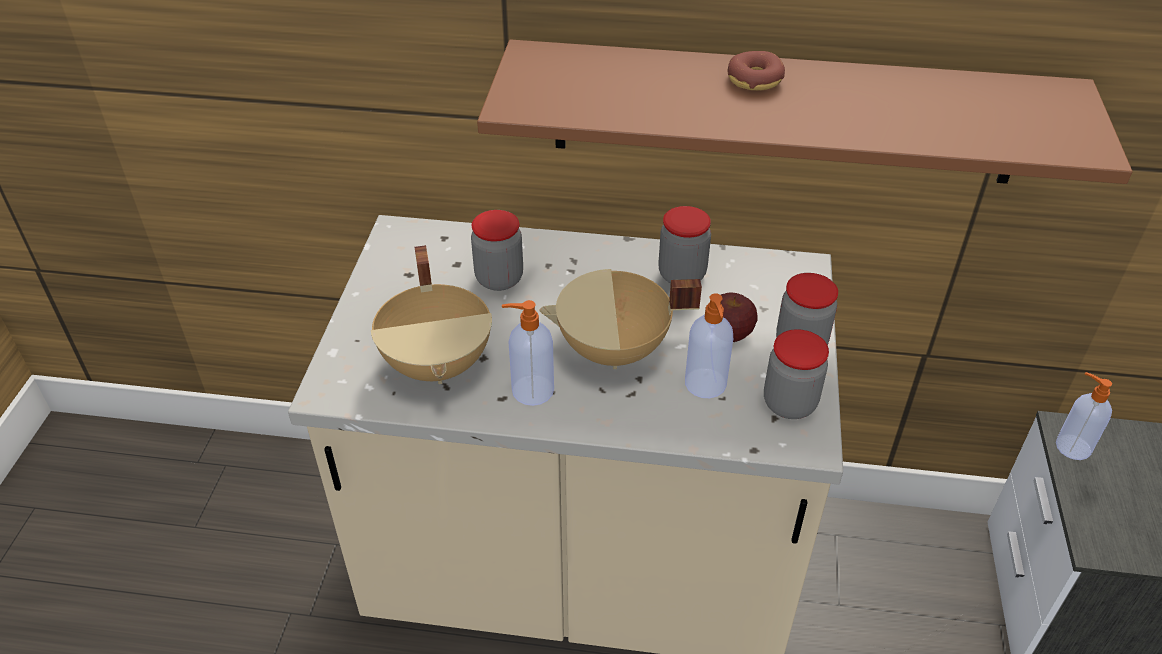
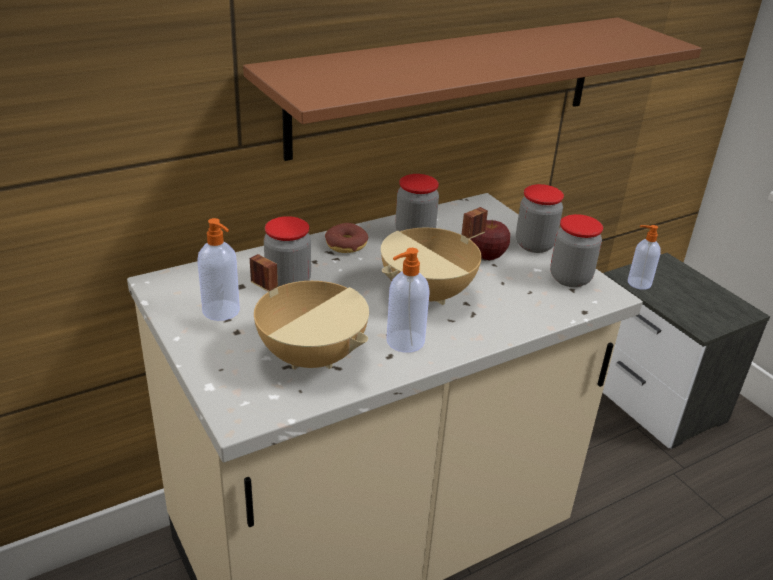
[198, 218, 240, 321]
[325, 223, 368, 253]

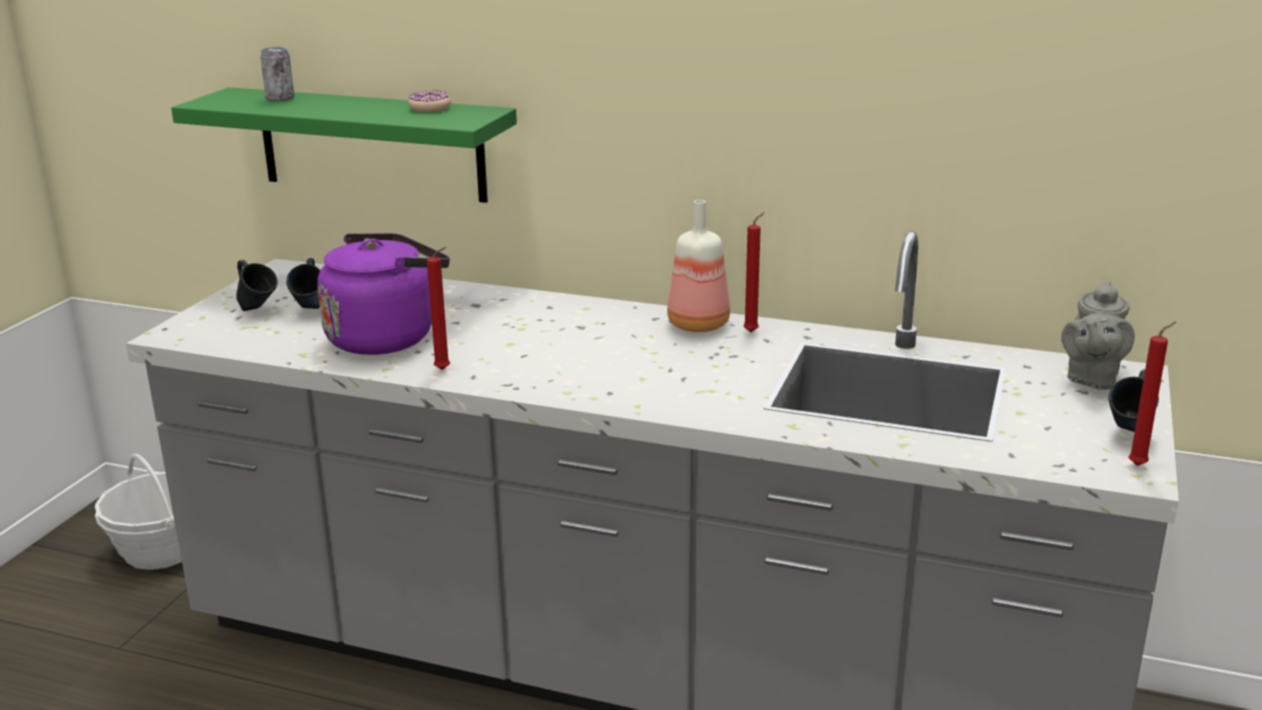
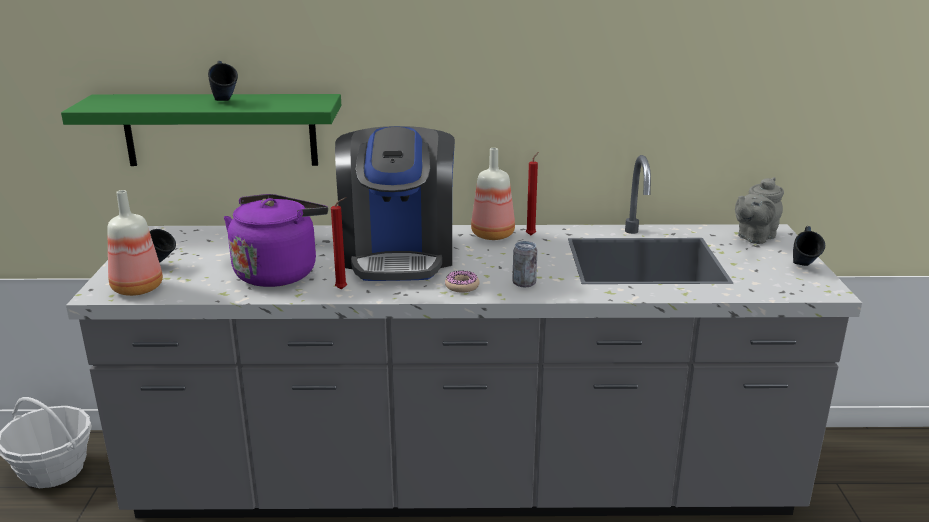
[1129, 322, 1176, 466] (first image)
[107, 190, 163, 296]
[335, 126, 455, 281]
[512, 241, 538, 287]
[208, 61, 238, 101]
[445, 270, 480, 292]
[735, 177, 784, 244]

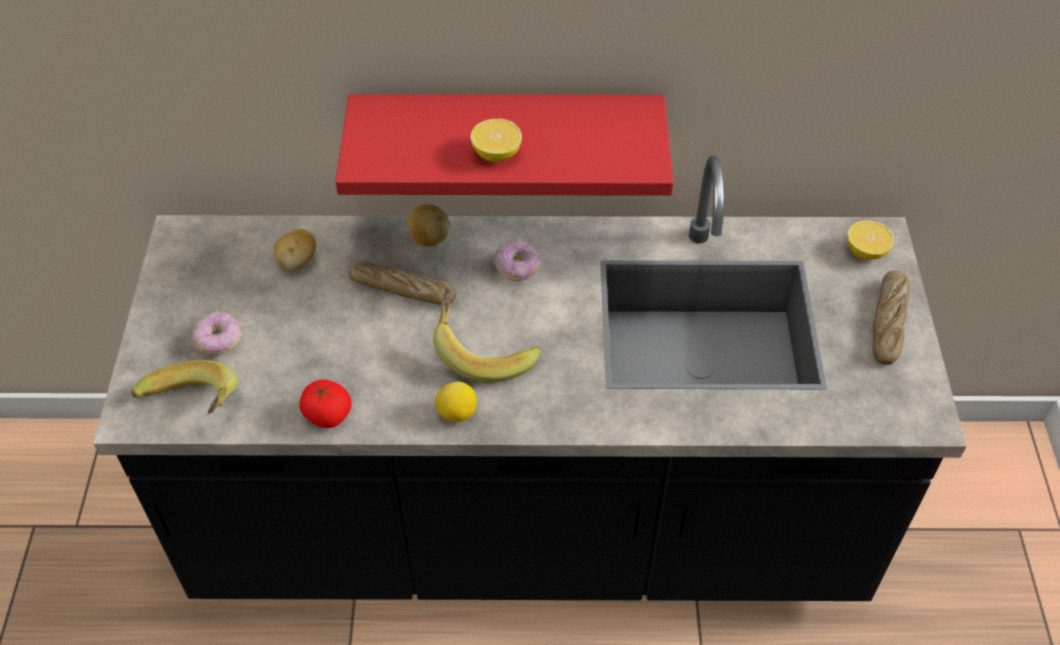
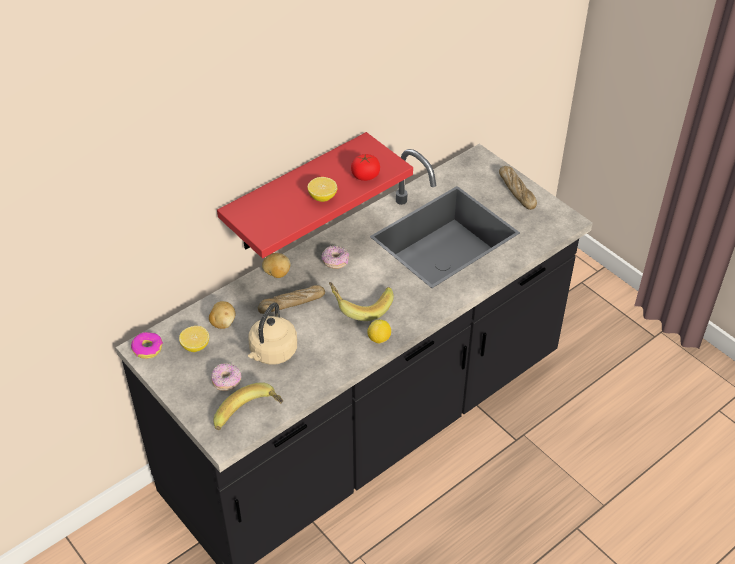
[131, 332, 163, 359]
[248, 303, 297, 365]
[351, 154, 380, 181]
[179, 326, 209, 352]

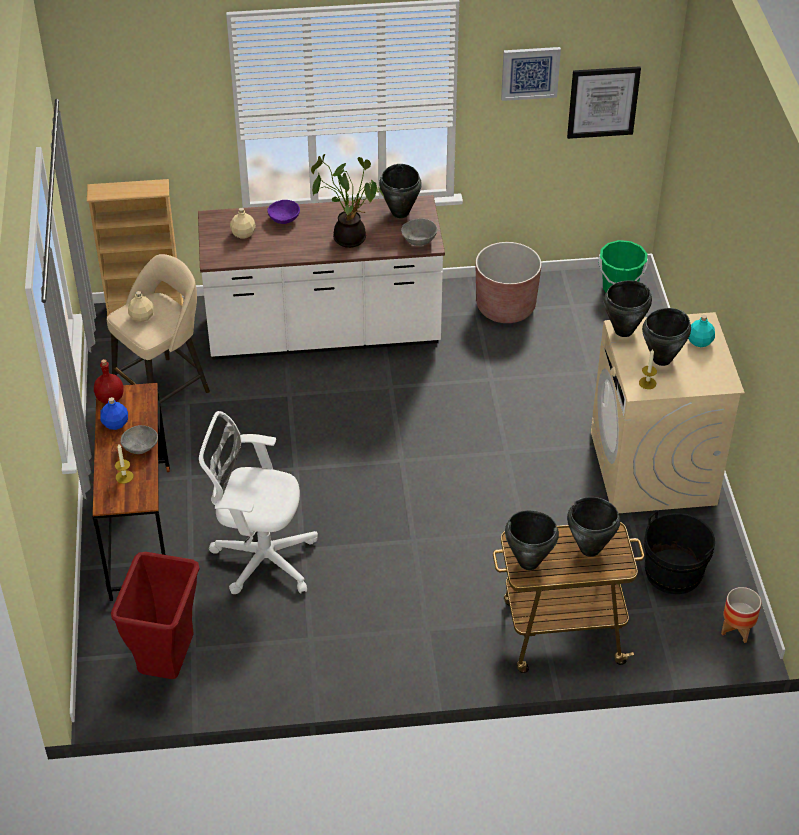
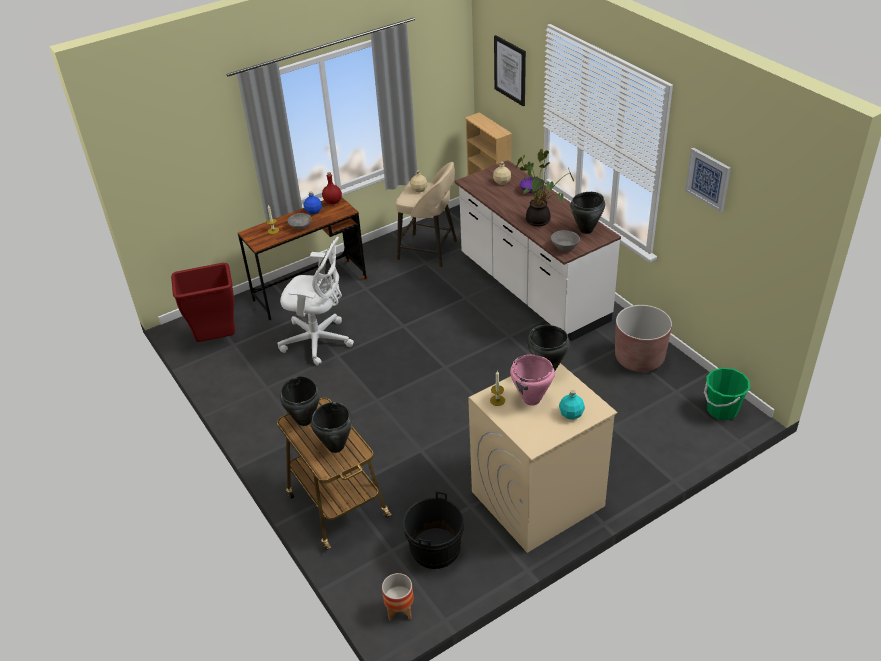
[494, 35, 526, 106]
[510, 355, 555, 406]
[278, 237, 354, 366]

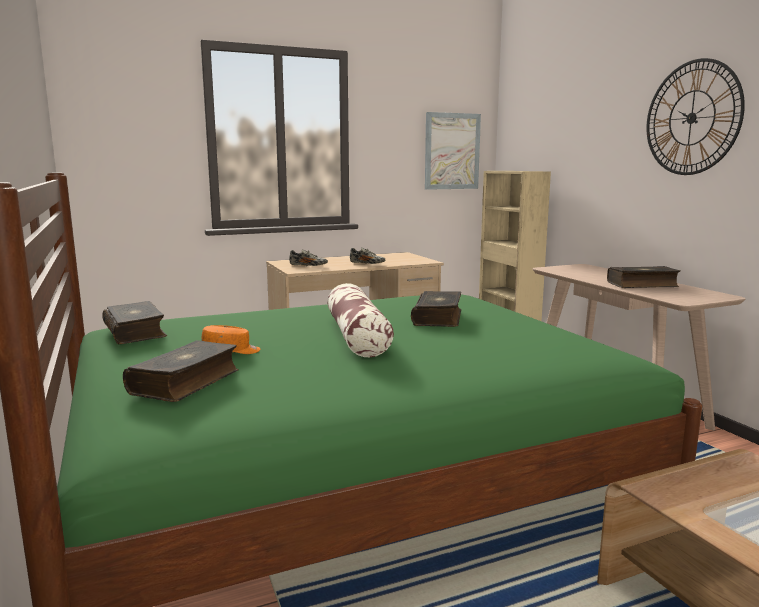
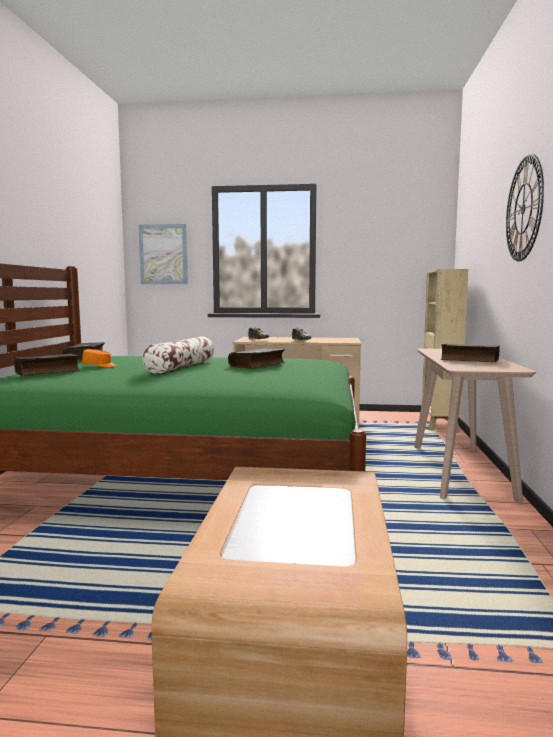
[139, 224, 188, 284]

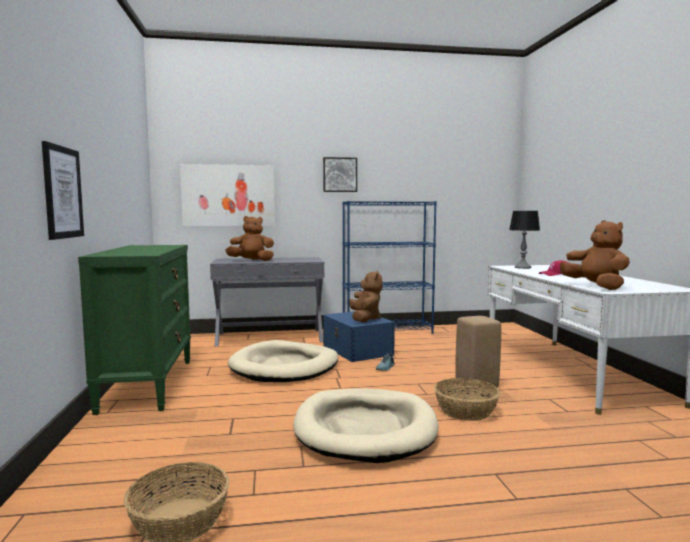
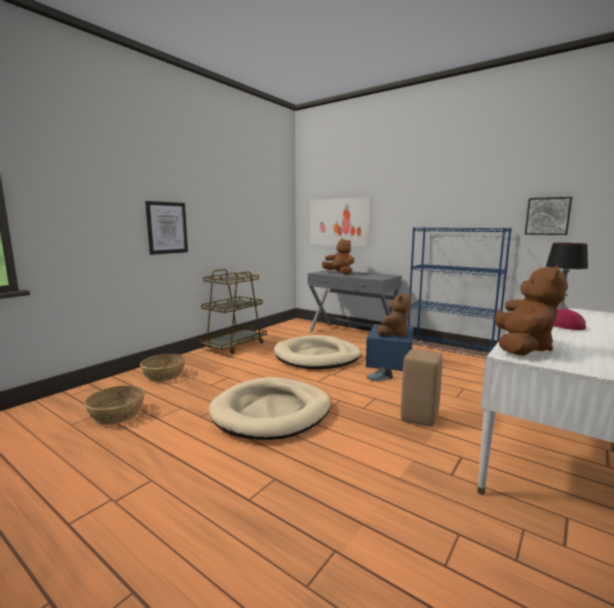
[525, 197, 572, 235]
[140, 354, 186, 382]
[199, 269, 267, 354]

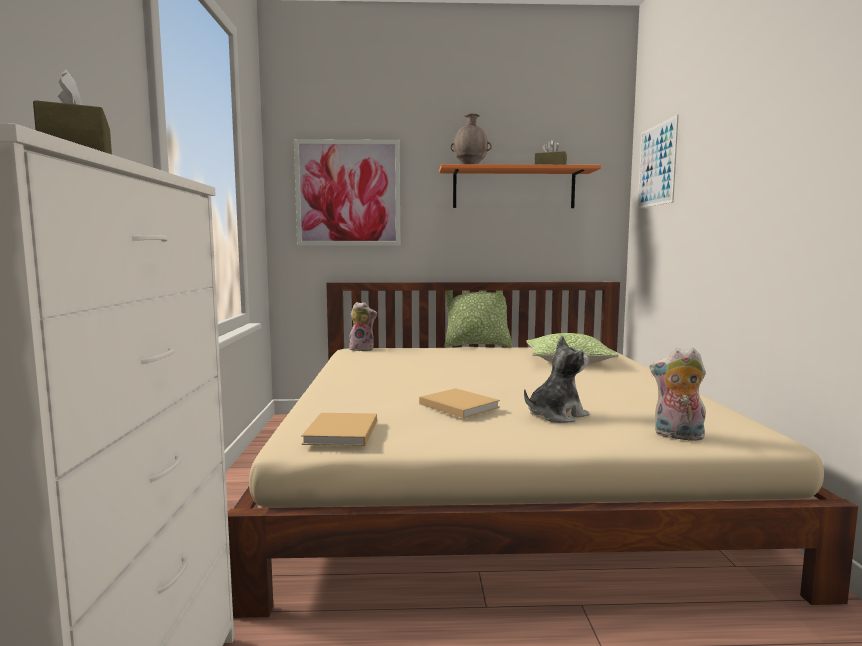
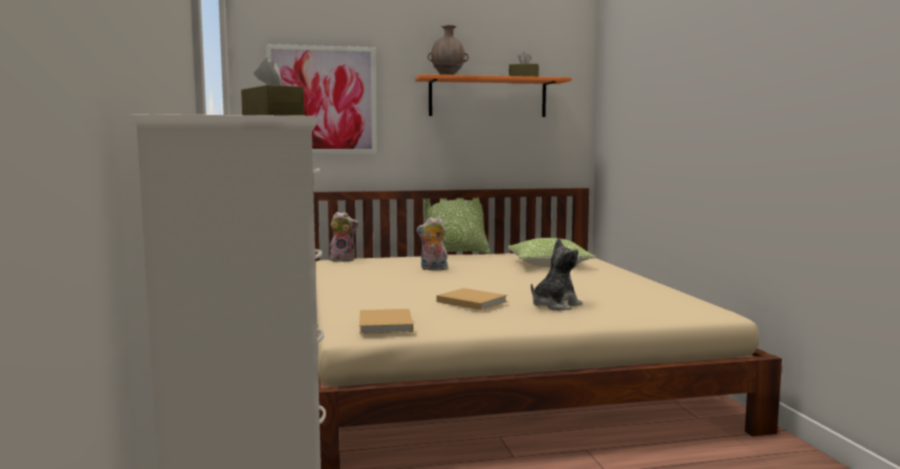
[638, 114, 679, 209] (first image)
[416, 217, 448, 271]

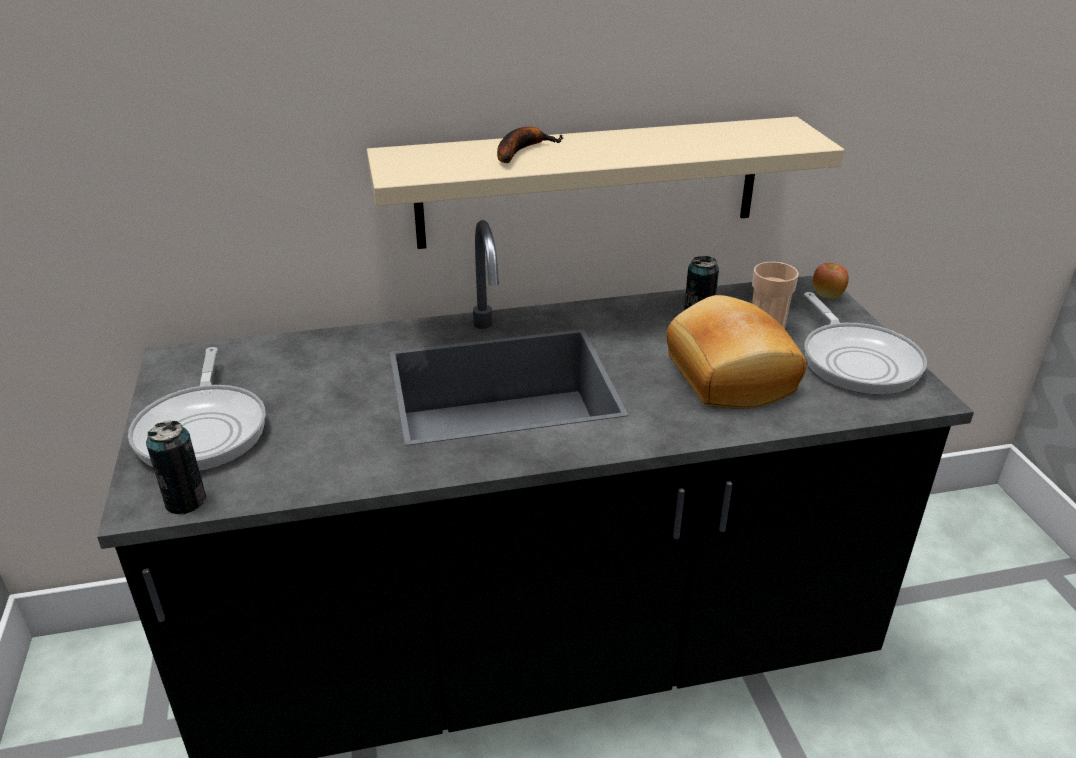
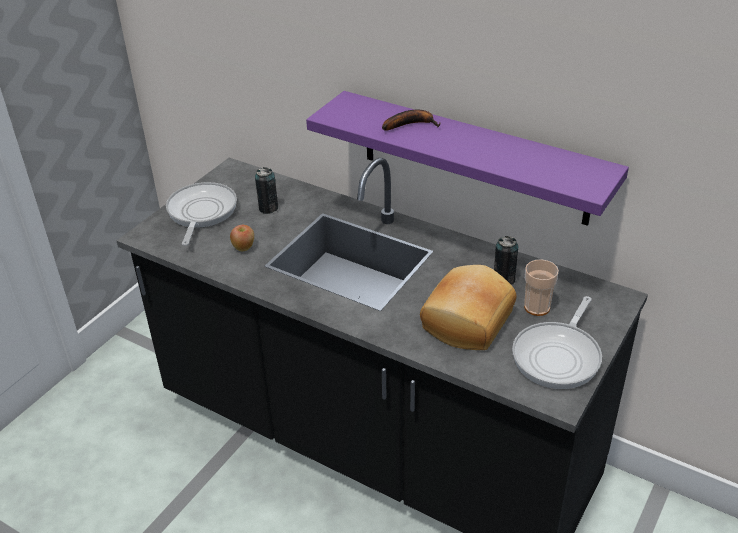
[255, 167, 278, 214]
[230, 225, 254, 251]
[306, 91, 629, 226]
[166, 182, 237, 246]

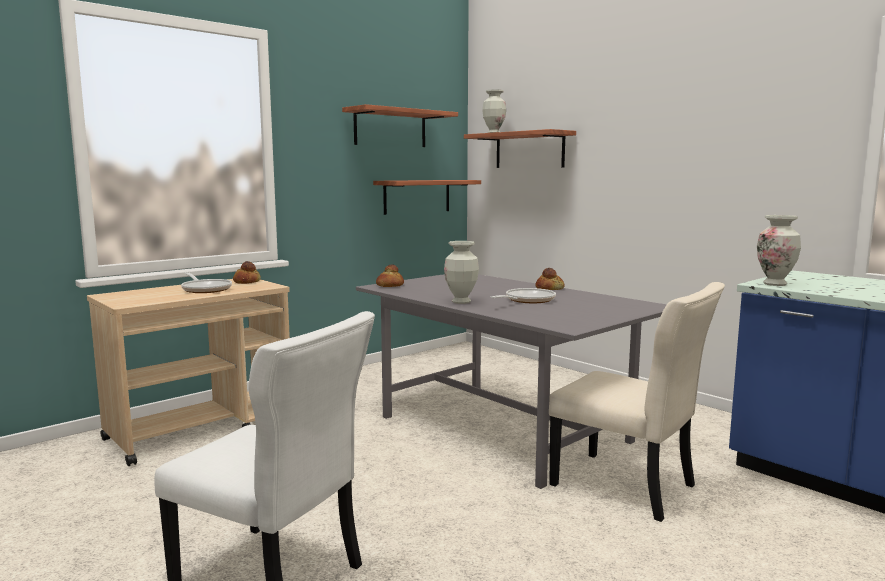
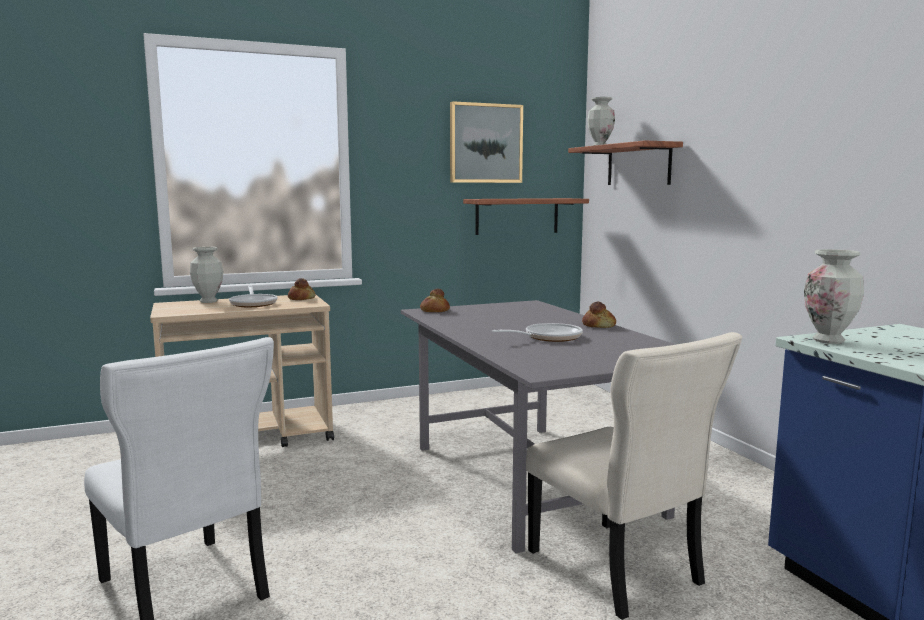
[190, 247, 223, 303]
[450, 101, 523, 183]

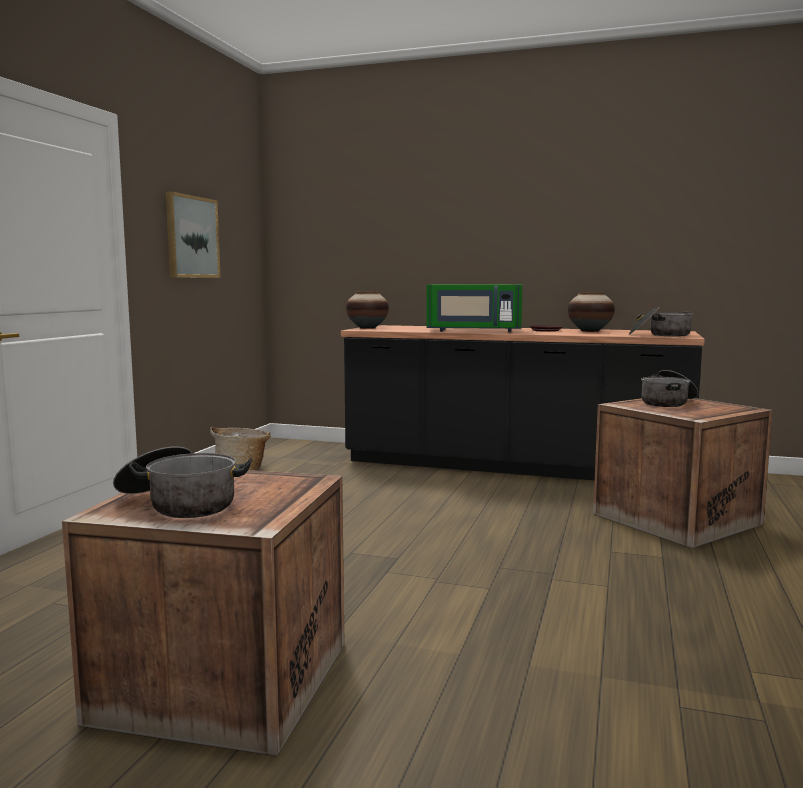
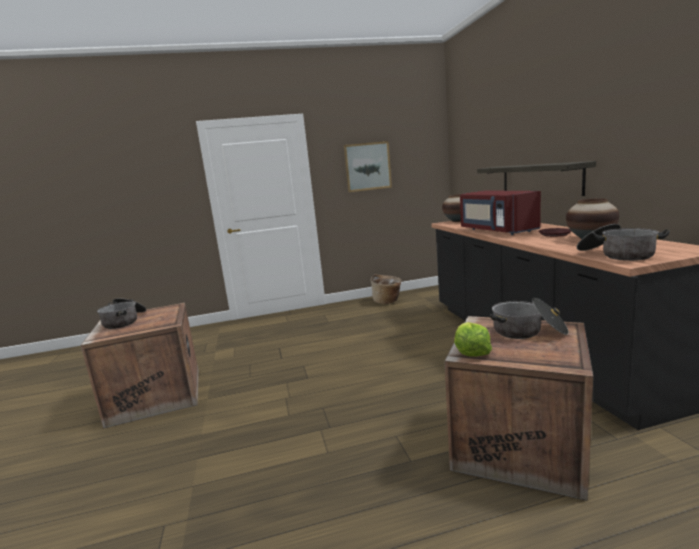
[454, 322, 492, 357]
[477, 161, 596, 196]
[460, 191, 541, 235]

